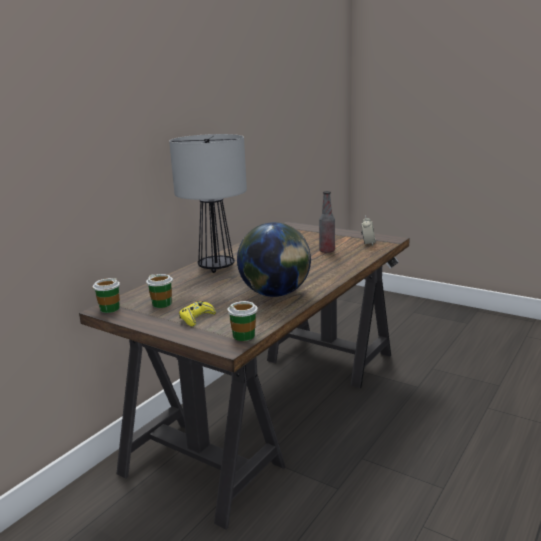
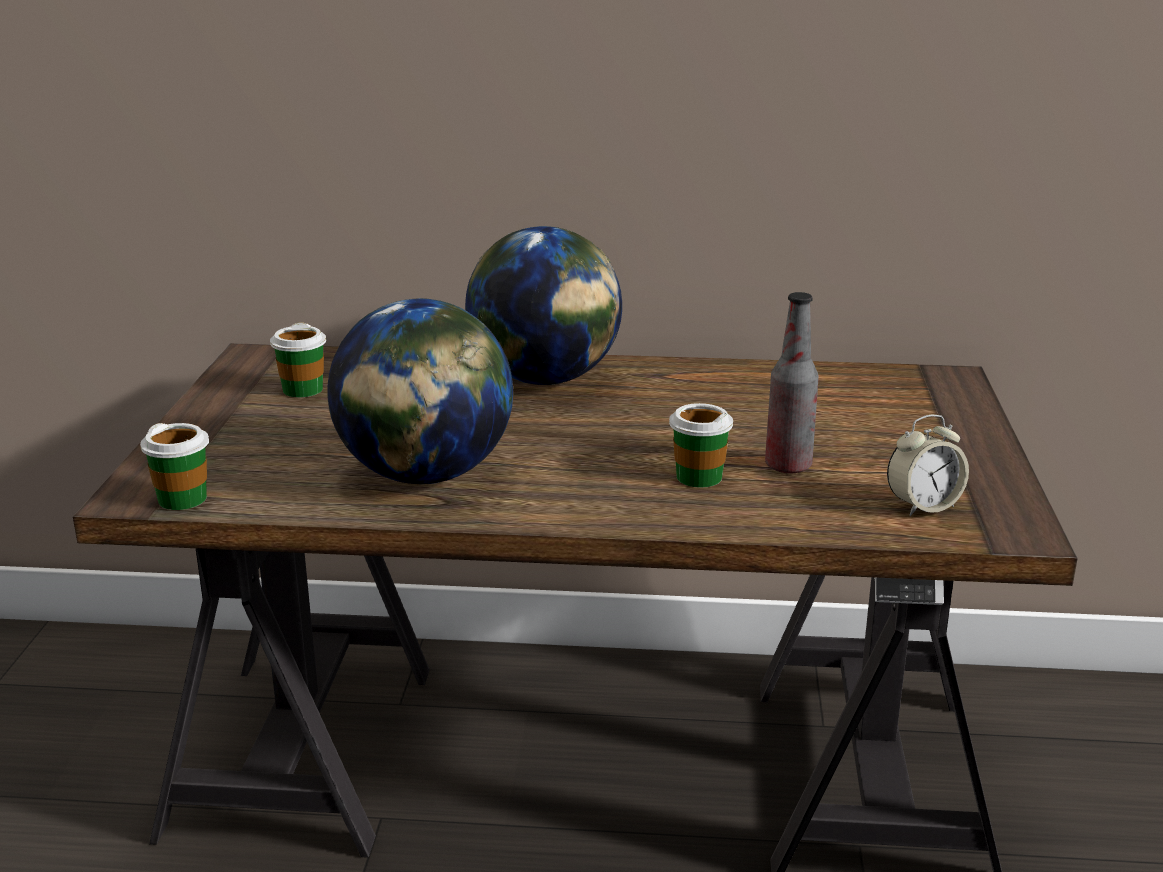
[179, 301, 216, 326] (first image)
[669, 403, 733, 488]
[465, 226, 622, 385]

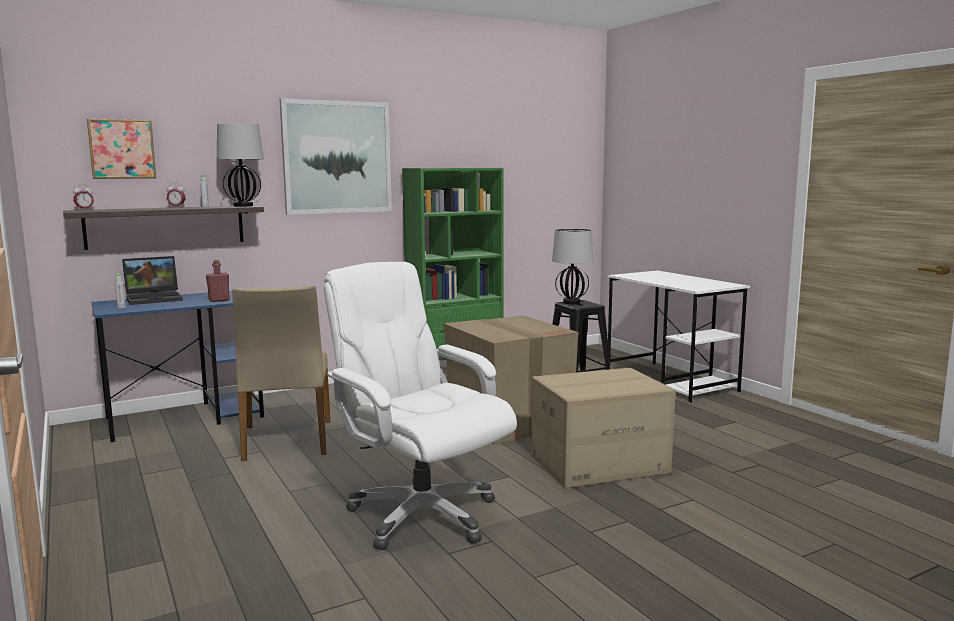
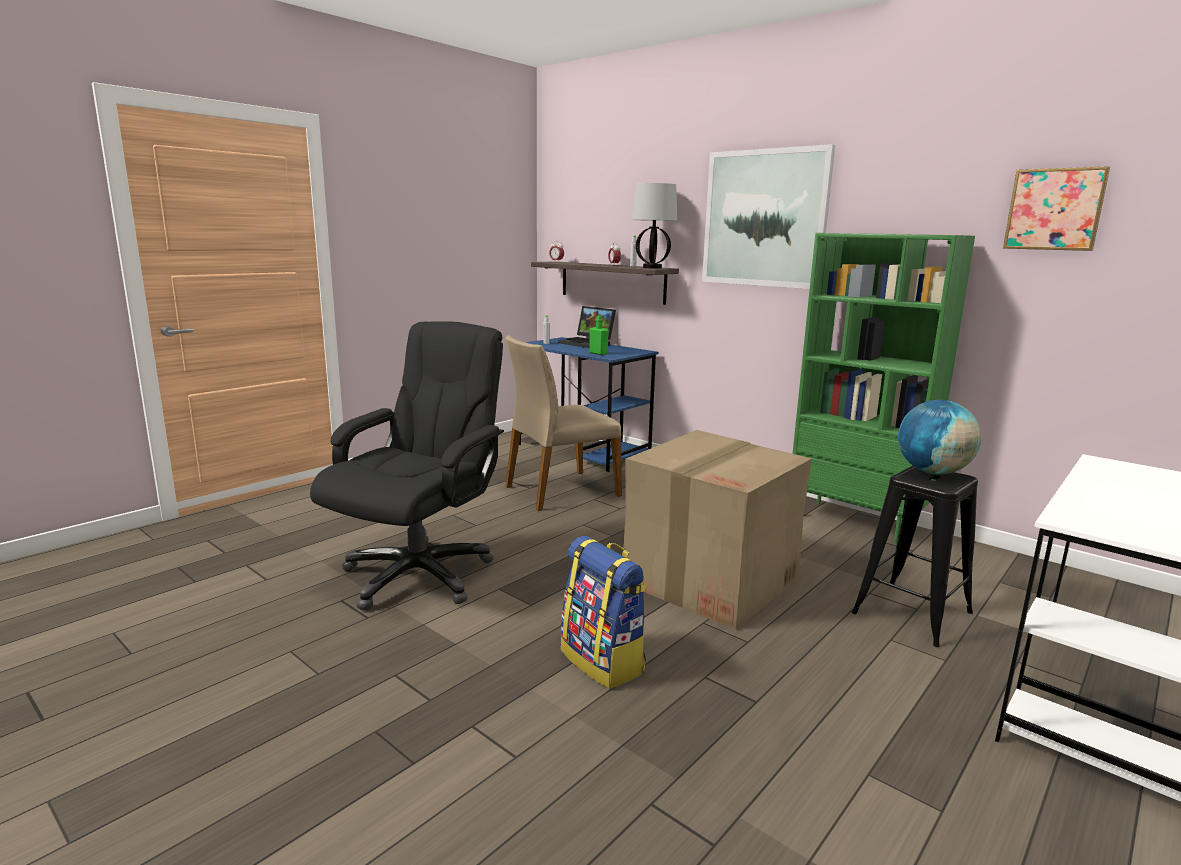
[1003, 166, 1110, 251]
[561, 536, 647, 689]
[898, 400, 981, 474]
[589, 315, 609, 355]
[310, 321, 504, 611]

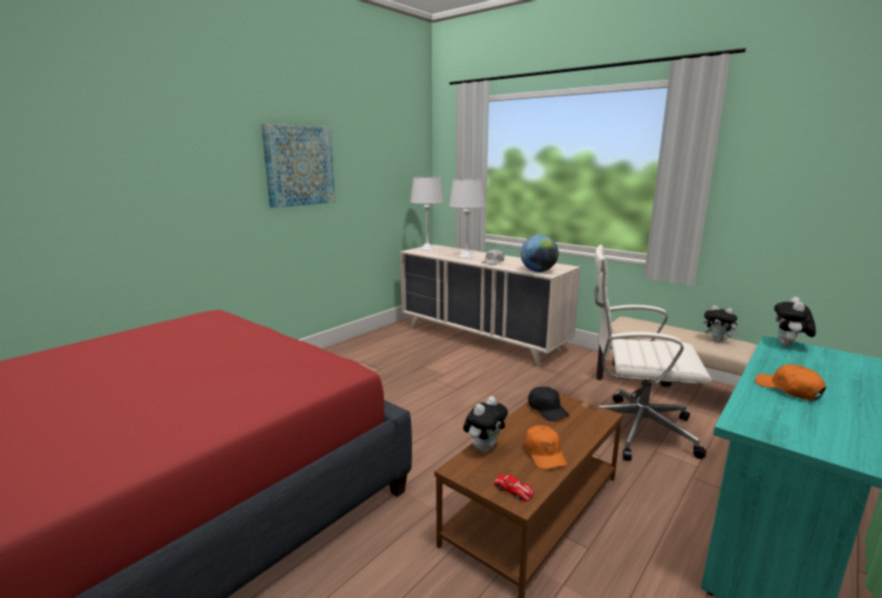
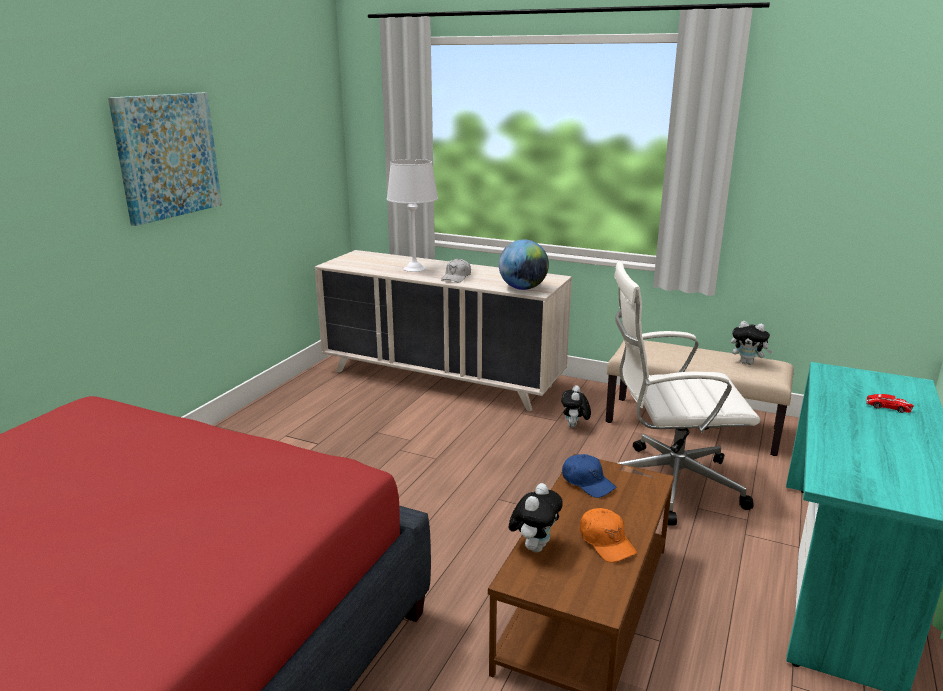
[410, 177, 444, 250] (first image)
[755, 364, 826, 401] (first image)
[866, 394, 914, 413]
[561, 385, 591, 428]
[562, 454, 617, 498]

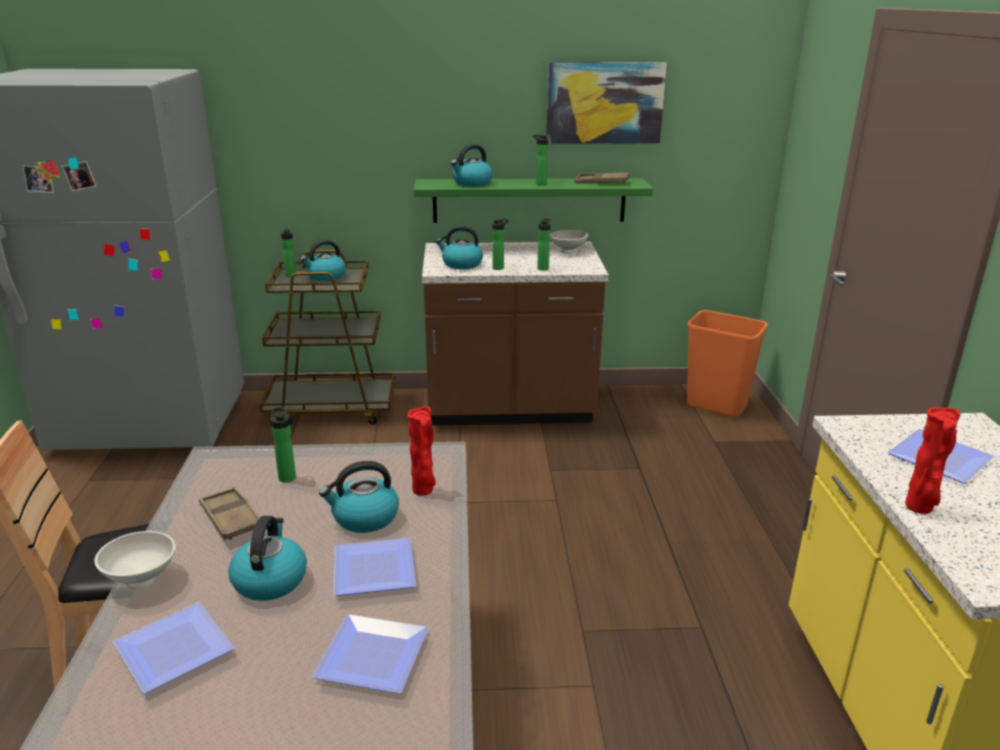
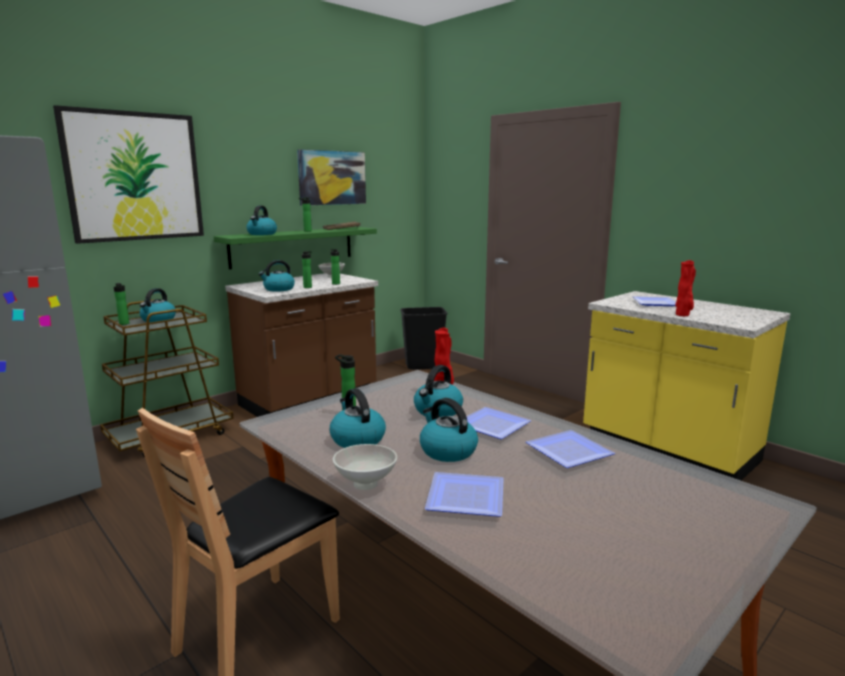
[53, 105, 204, 244]
[330, 388, 386, 448]
[400, 307, 447, 370]

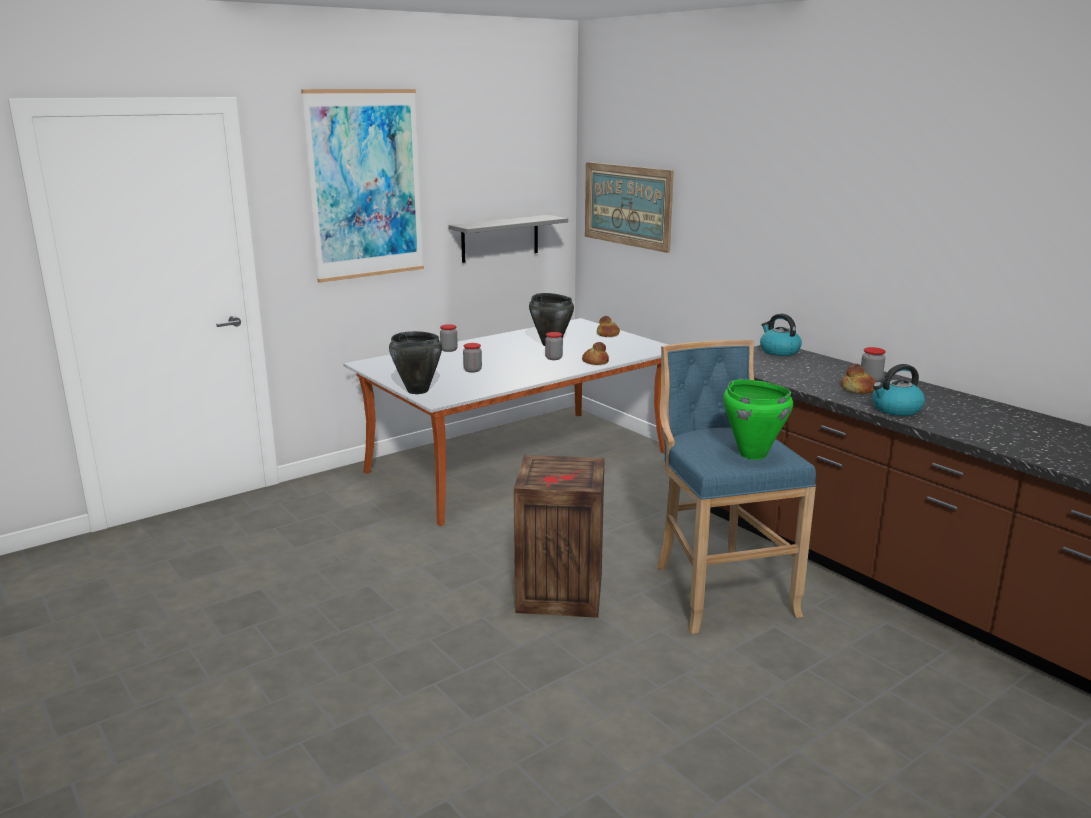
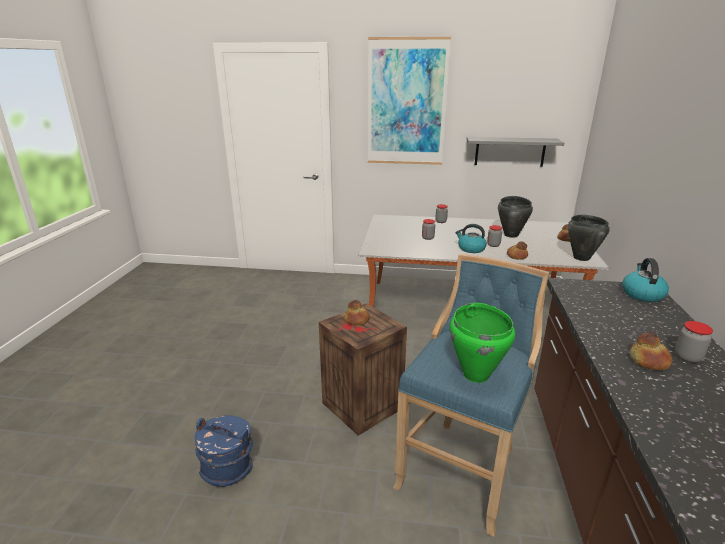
[585, 162, 674, 253] (first image)
[195, 415, 253, 487]
[344, 300, 370, 325]
[568, 215, 610, 261]
[455, 224, 487, 253]

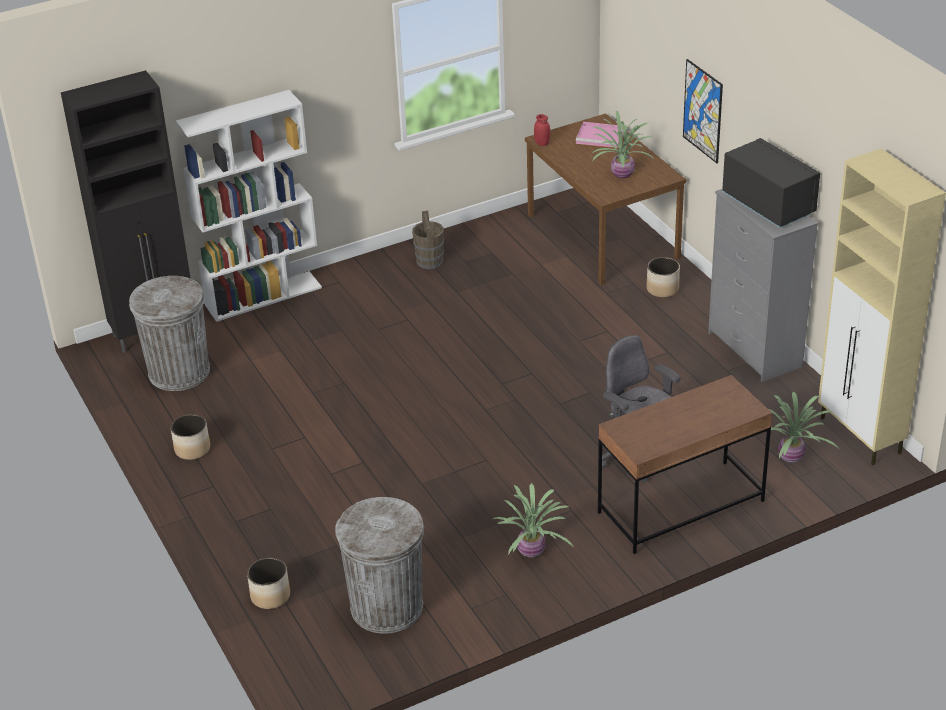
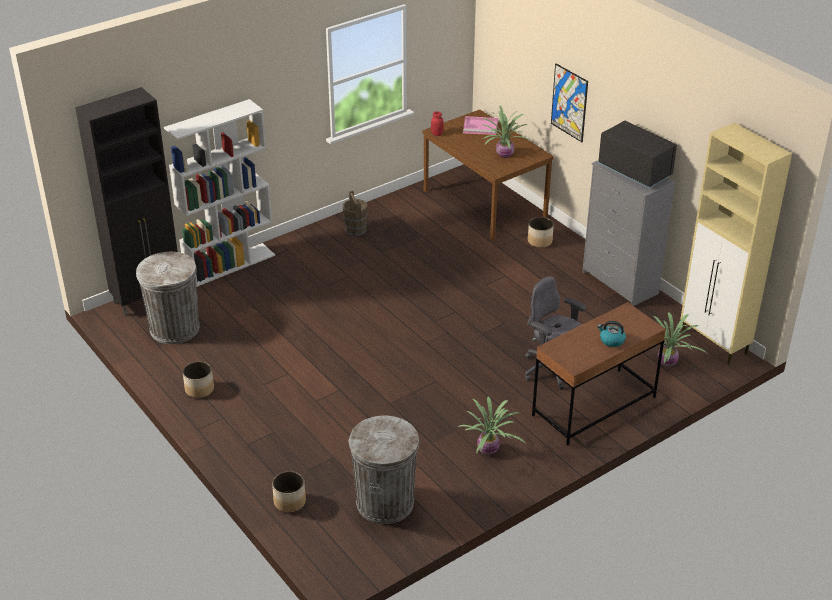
[597, 321, 626, 347]

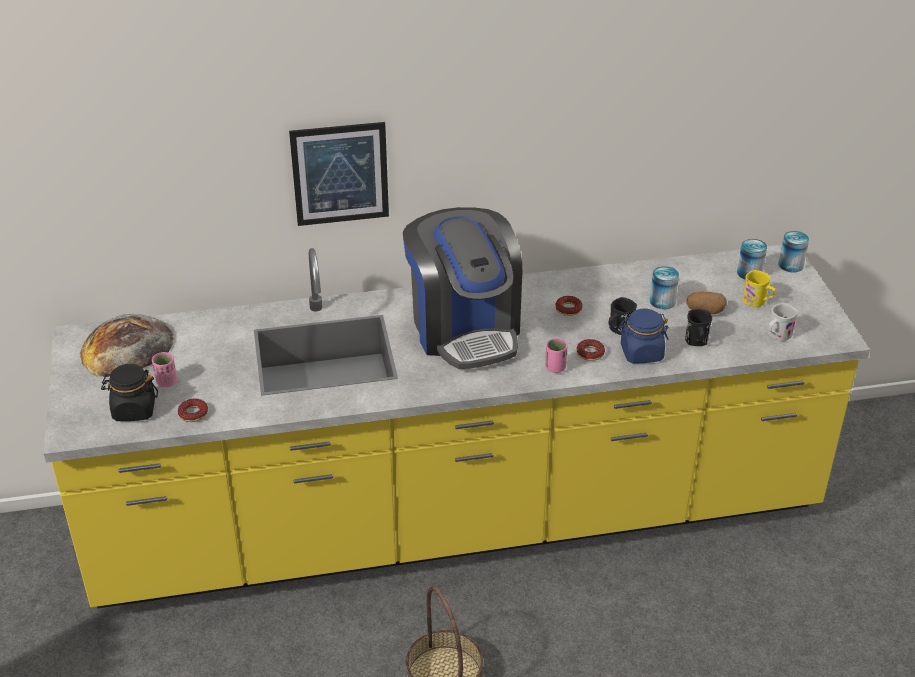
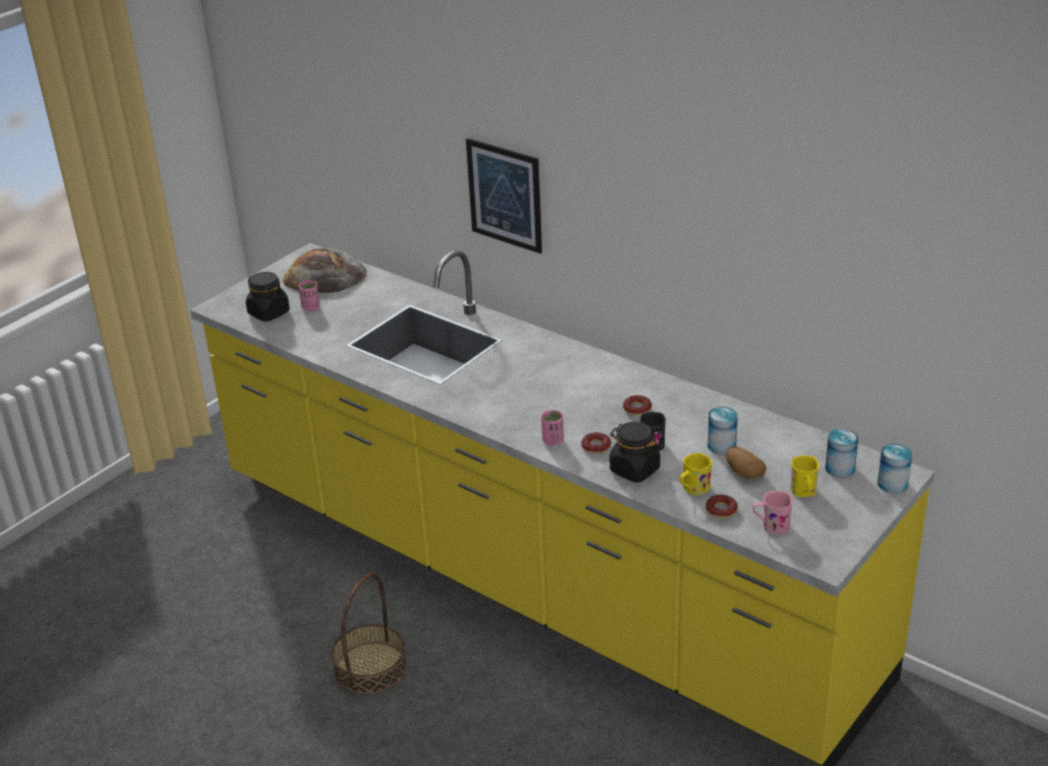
[403, 207, 522, 369] (first image)
[706, 495, 738, 519]
[610, 422, 660, 483]
[680, 453, 712, 495]
[753, 491, 793, 534]

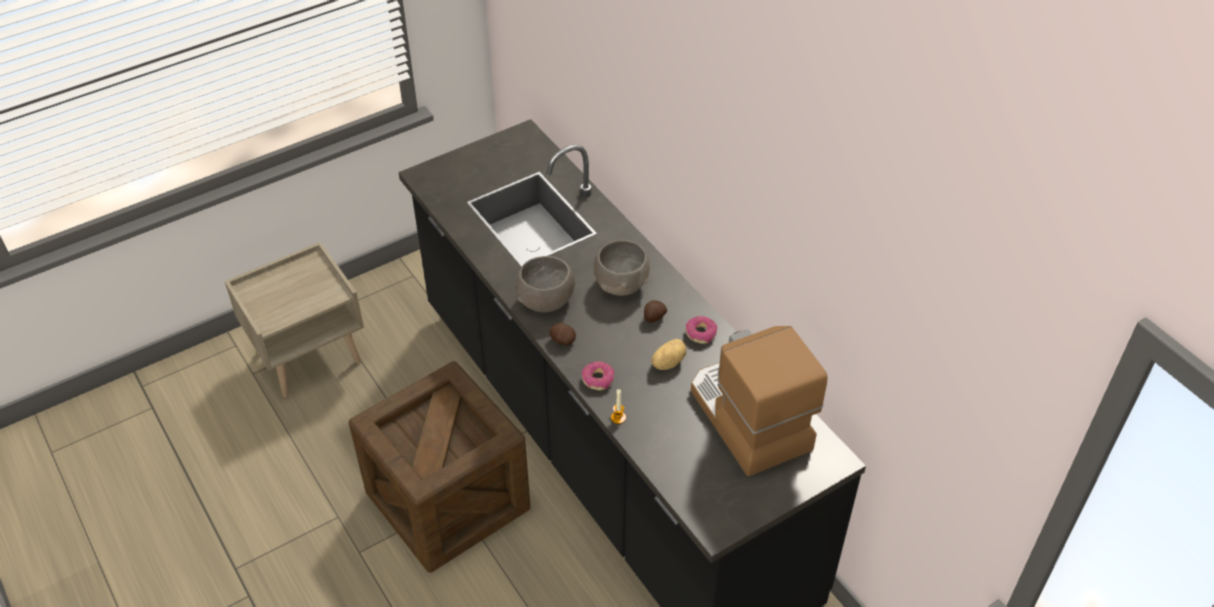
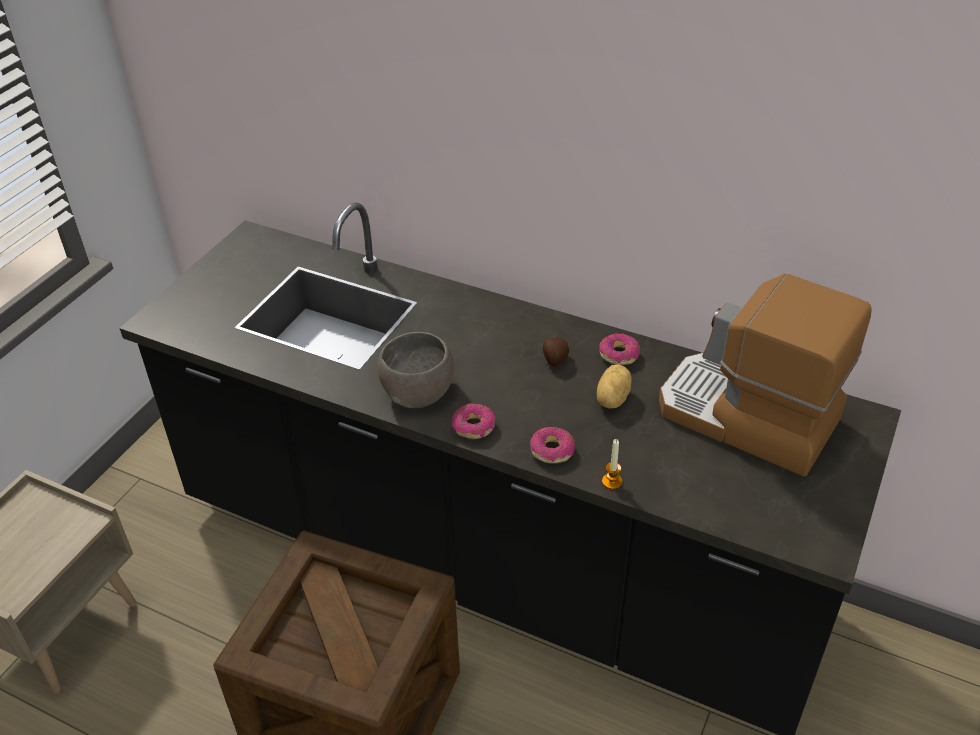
[594, 240, 650, 296] (first image)
[452, 403, 496, 439]

